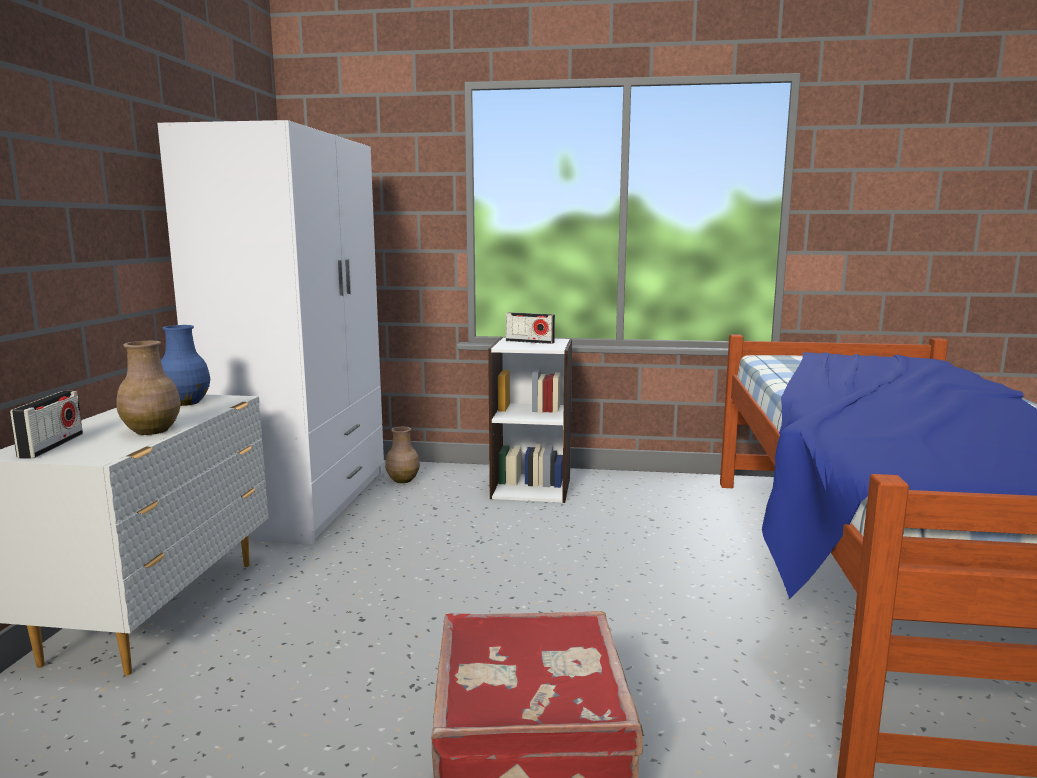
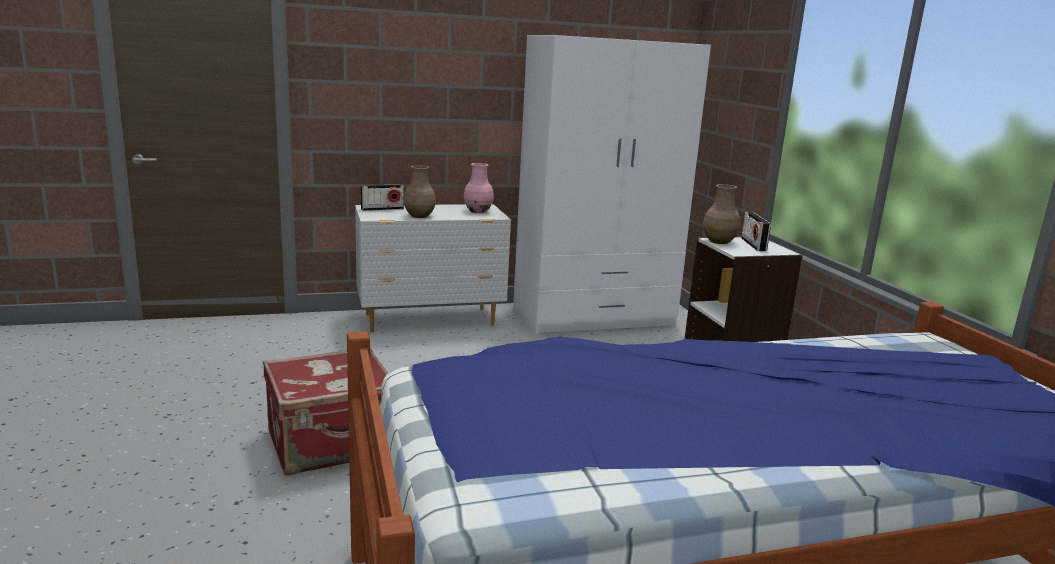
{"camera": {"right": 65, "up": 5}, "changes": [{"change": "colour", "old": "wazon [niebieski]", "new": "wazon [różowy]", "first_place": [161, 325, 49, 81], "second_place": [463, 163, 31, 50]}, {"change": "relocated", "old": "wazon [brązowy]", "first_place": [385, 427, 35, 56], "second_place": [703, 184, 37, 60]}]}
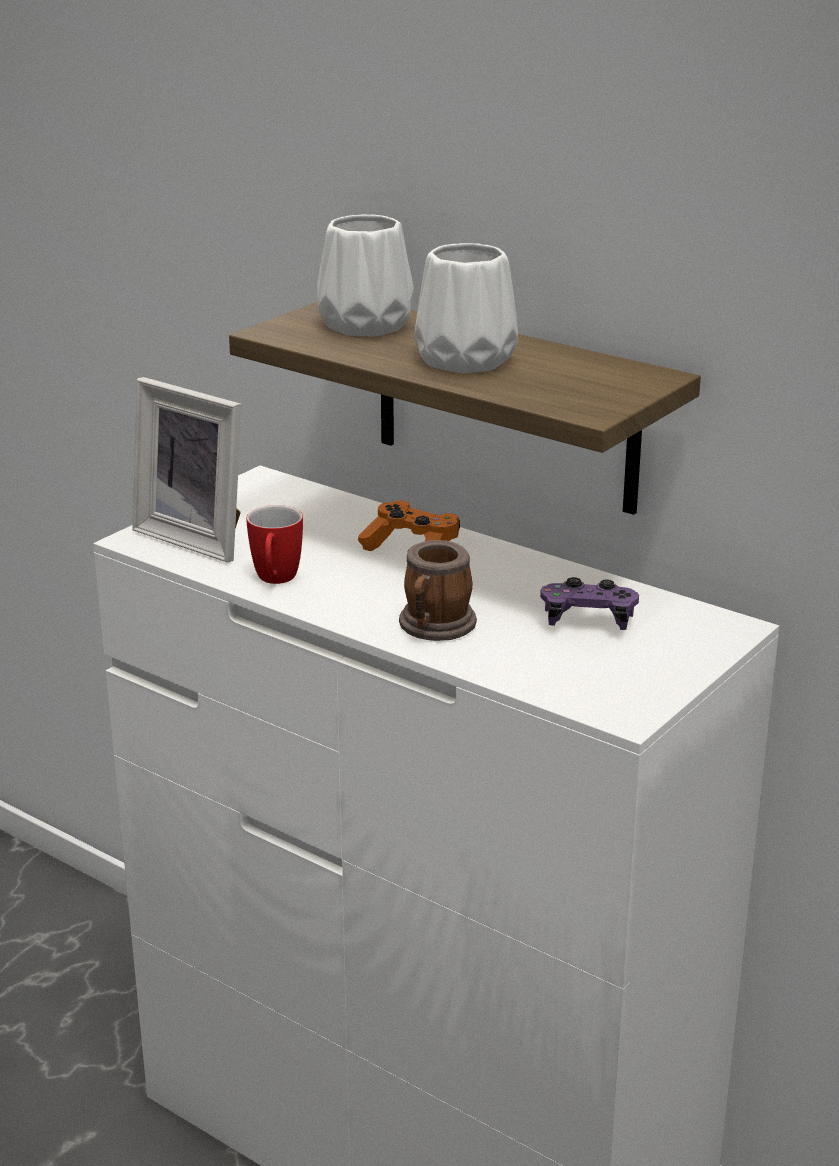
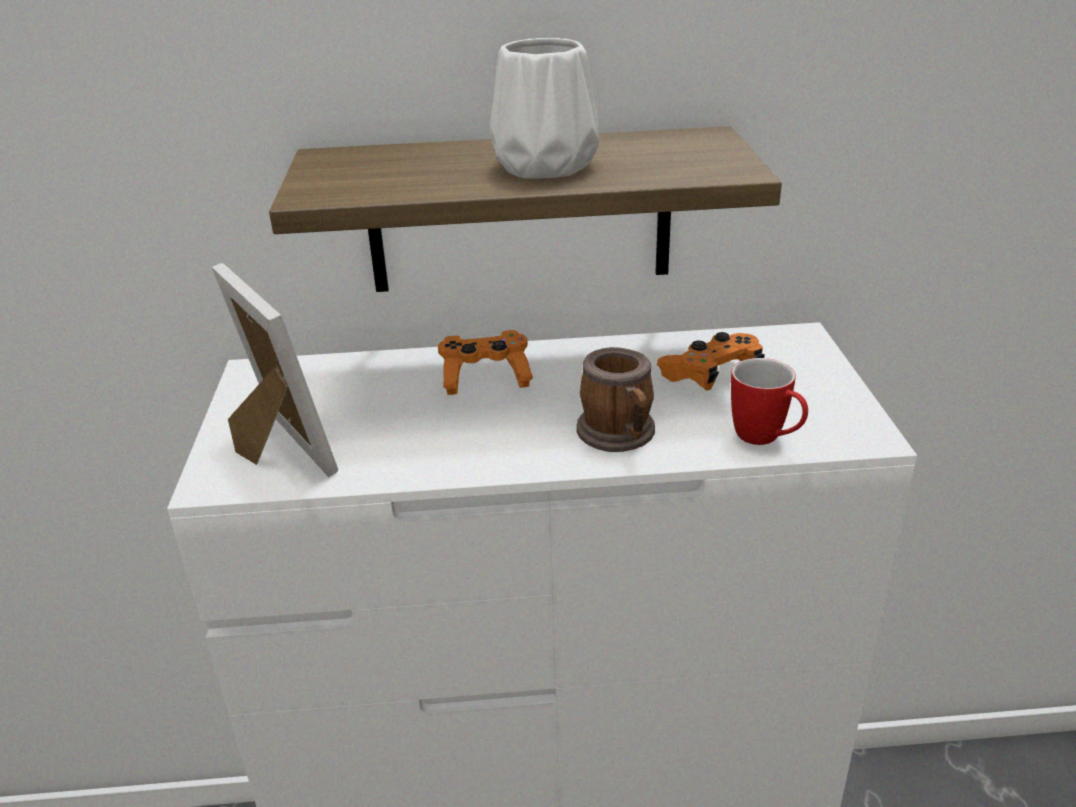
{"camera": {"right": -40, "up": 5}, "changes": [{"change": "spun", "old": "ramka na zdjęcie", "first_place": [132, 377, 110, 186], "second_place": [212, 263, 126, 214], "degrees": -120}, {"change": "relocated", "old": "kubek", "first_place": [246, 505, 57, 79], "second_place": [731, 358, 77, 87]}, {"change": "missing", "old": "wazon [biały]", "first_place": [317, 214, 97, 122]}, {"change": "colour", "old": "pad do gier [fioletowy]", "new": "pad do gier [pomarańczowy]", "first_place": [540, 577, 99, 53], "second_place": [657, 332, 108, 59]}]}
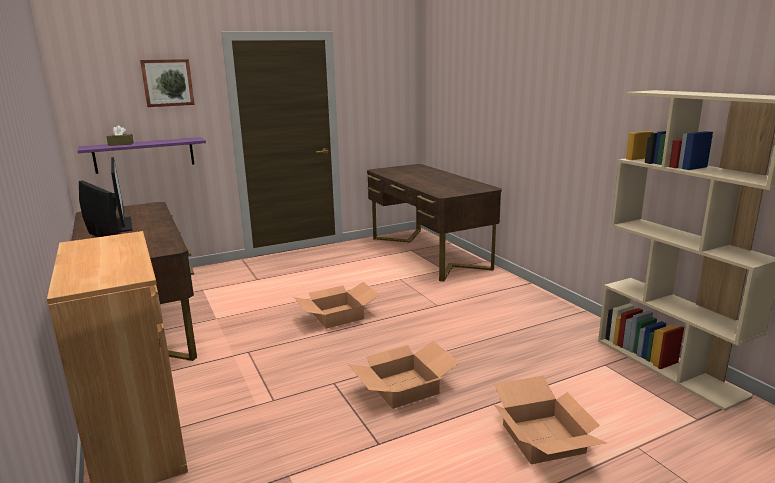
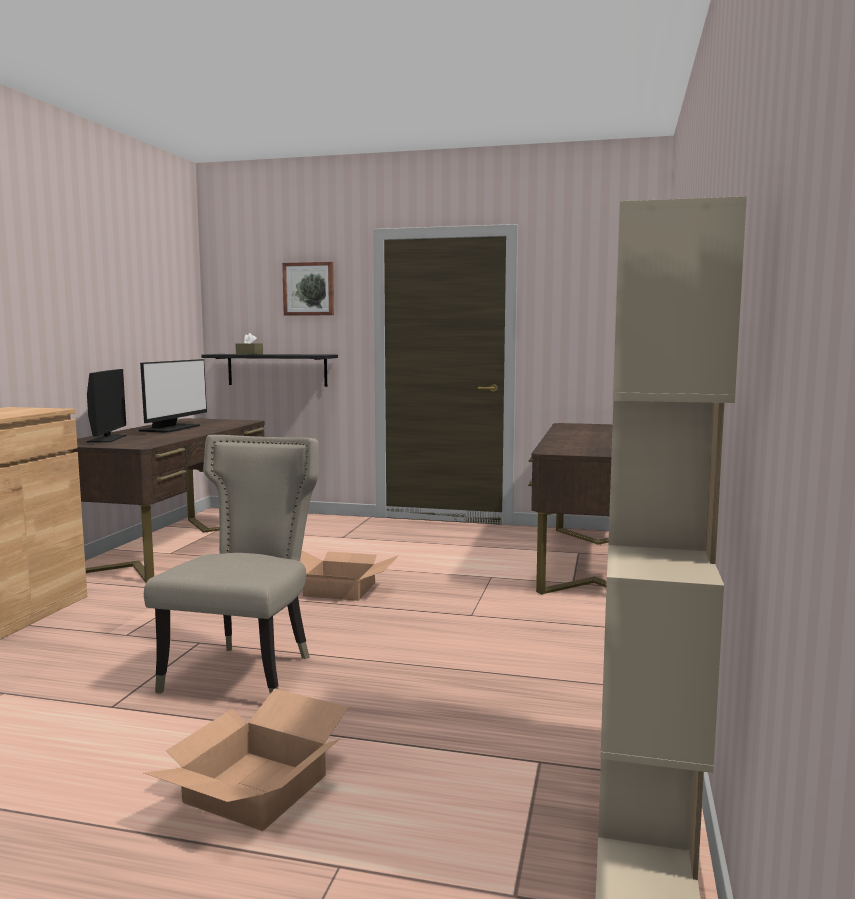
{"camera": {"right": 40, "up": -10}, "changes": [{"change": "colour", "old": "półka [fioletowy]", "new": "półka [czarny]", "first_place": [77, 137, 129, 37], "second_place": [201, 354, 137, 33]}, {"change": "exchanged", "old": "karton", "new": "krzesło [beżowy]", "first_place": [348, 341, 112, 68], "second_place": [144, 435, 174, 259]}]}
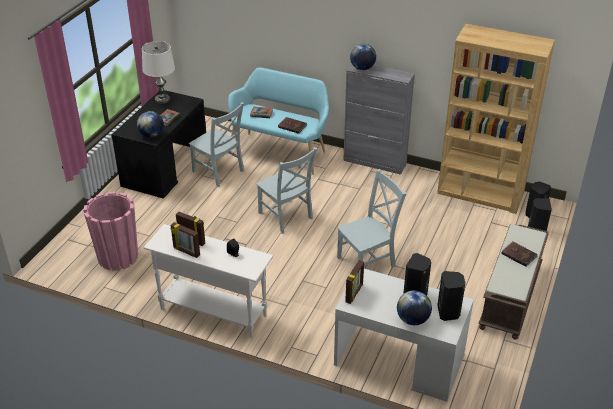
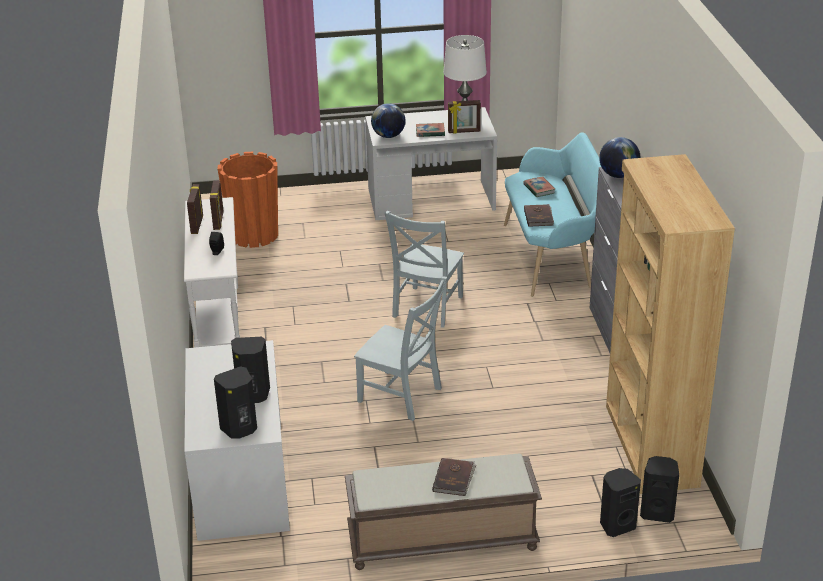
{"camera": {"right": 60, "up": -5}, "changes": [{"change": "colour", "old": "donica [różowy]", "new": "donica [pomarańczowy]", "first_place": [83, 192, 55, 79], "second_place": [217, 152, 61, 96]}, {"change": "colour", "old": "biurko [czarny]", "new": "biurko [biały]", "first_place": [112, 90, 94, 109], "second_place": [365, 107, 132, 113]}, {"change": "missing", "old": "krzesło [szary]", "first_place": [189, 102, 55, 85]}, {"change": "relocated", "old": "ramka na zdjęcie", "first_place": [345, 260, 19, 44], "second_place": [448, 100, 33, 34]}, {"change": "missing", "old": "globus", "first_place": [397, 290, 35, 35]}]}
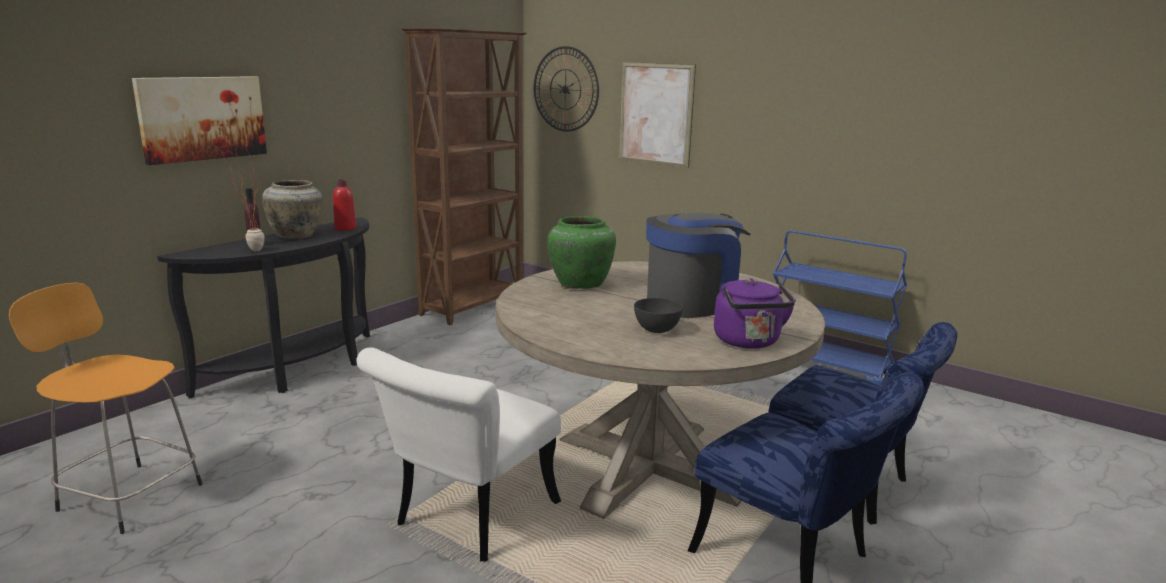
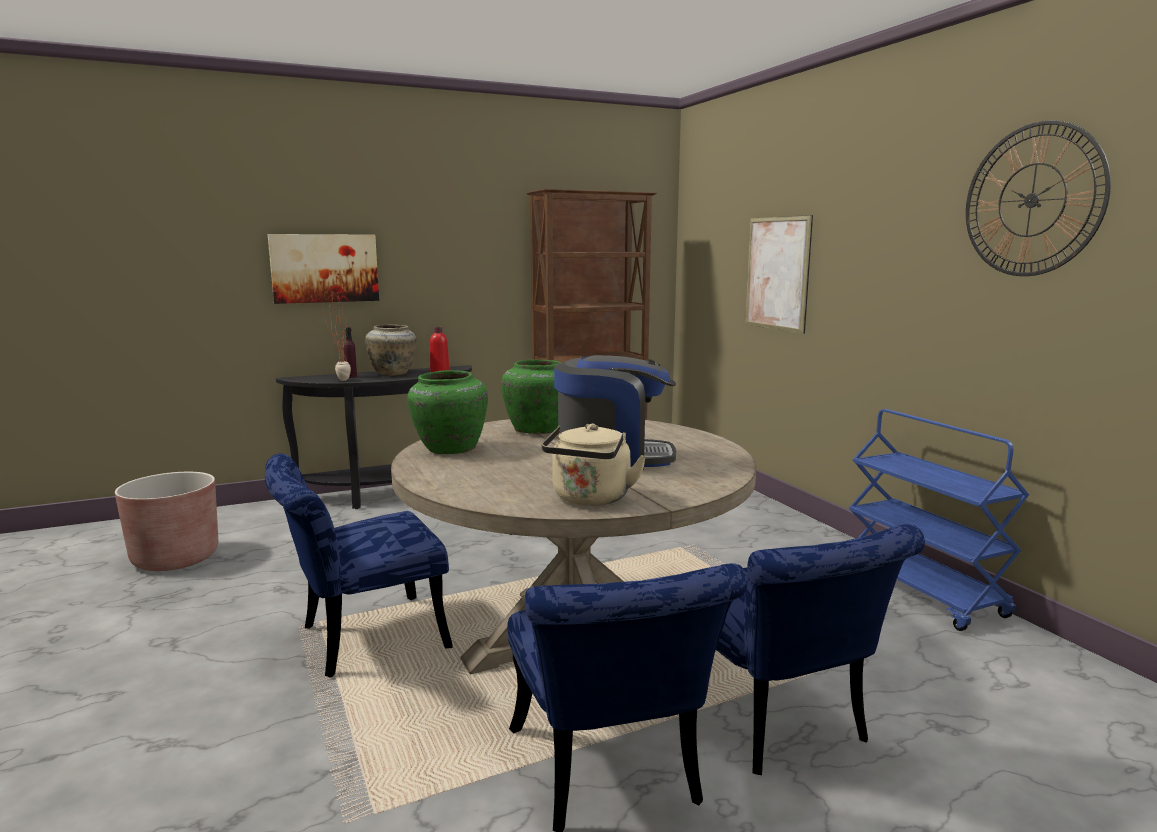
{"camera": {"right": 30, "up": -5}, "changes": [{"change": "exchanged", "old": "stołek [pomarańczowy]", "new": "donica [brązowy]", "first_place": [9, 283, 194, 251], "second_place": [115, 472, 103, 99]}, {"change": "colour", "old": "krzesło [biały]", "new": "krzesło [niebieski]", "first_place": [356, 348, 205, 214], "second_place": [265, 453, 188, 224]}, {"change": "relocated", "old": "zegar ścienny", "first_place": [534, 46, 65, 86], "second_place": [966, 120, 145, 156]}, {"change": "missing", "old": "miska [szary]", "first_place": [634, 298, 49, 35]}, {"change": "colour", "old": "czajnik [fioletowy]", "new": "czajnik [beżowy]", "first_place": [714, 278, 82, 71], "second_place": [542, 424, 104, 82]}, {"change": "appeared", "new": "wazon [zielony]", "second_place": [407, 370, 81, 84]}]}
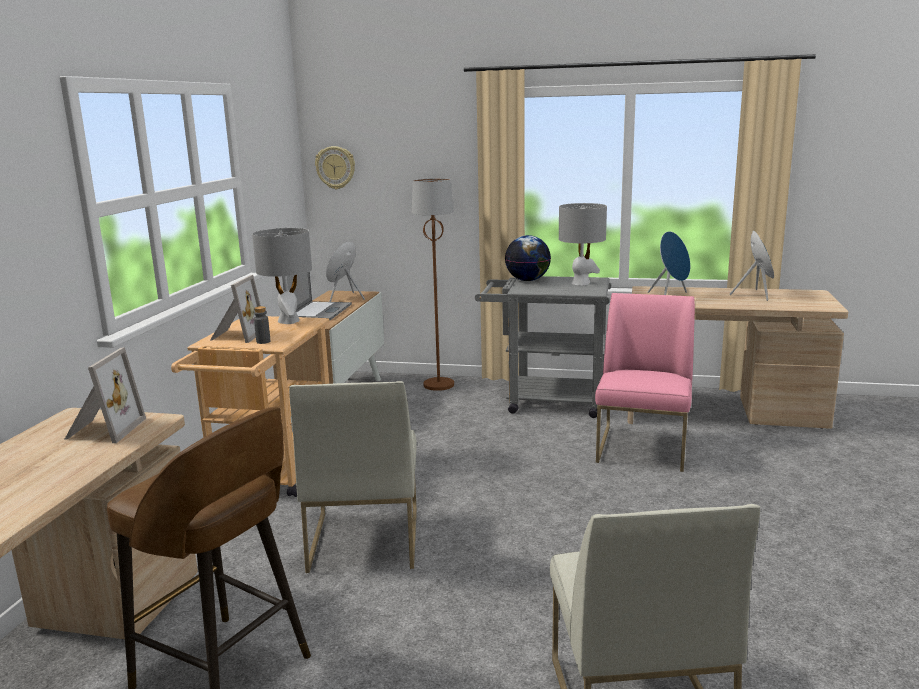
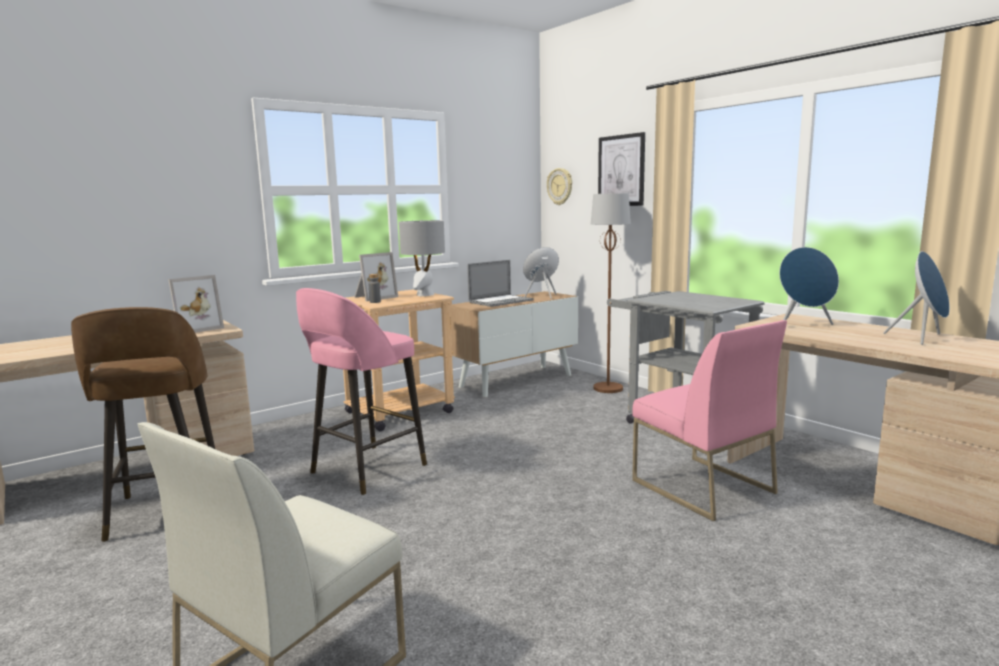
{"camera": {"right": 40, "up": -5}, "changes": [{"change": "exchanged", "old": "krzesło [biały]", "new": "stołek [różowy]", "first_place": [289, 381, 128, 192], "second_place": [296, 288, 131, 207]}, {"change": "missing", "old": "globus", "first_place": [505, 235, 46, 46]}, {"change": "missing", "old": "lampa stołowa [szary]", "first_place": [559, 203, 48, 83]}, {"change": "spun", "old": "krzesło [różowy]", "first_place": [595, 293, 100, 179], "second_place": [632, 320, 155, 201], "degrees": 90}, {"change": "appeared", "new": "obraz", "second_place": [598, 132, 47, 74]}]}
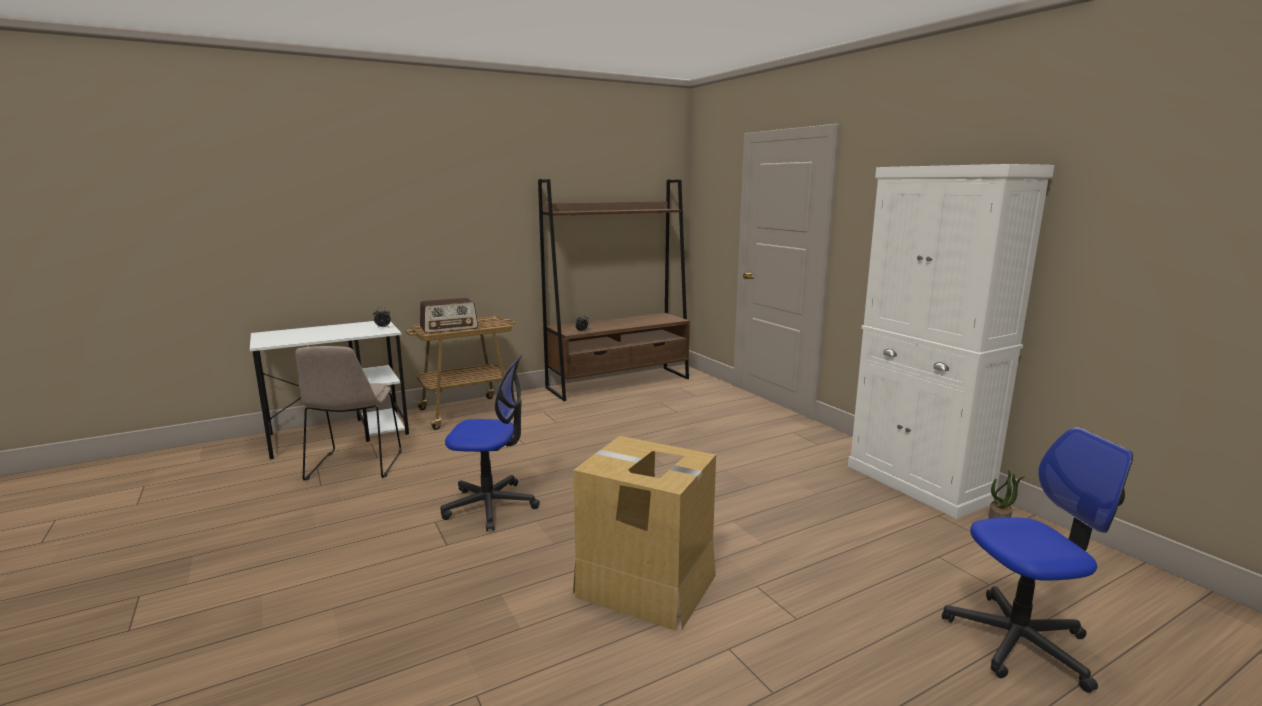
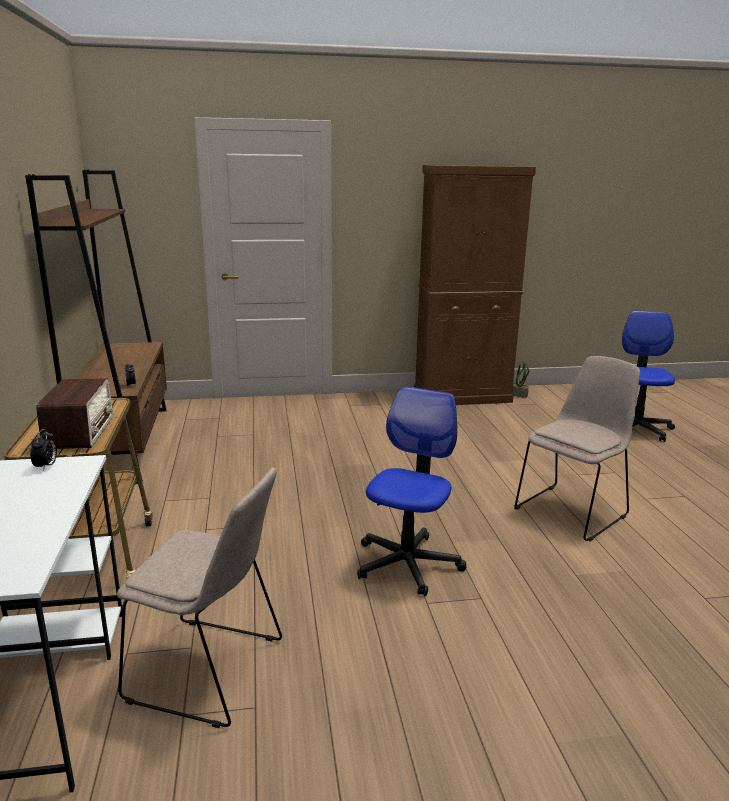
{"camera": {"right": -70, "up": 5}, "changes": [{"change": "exchanged", "old": "karton", "new": "krzesło [beżowy]", "first_place": [573, 436, 143, 195], "second_place": [514, 356, 126, 185]}, {"change": "colour", "old": "szafka [biały]", "new": "szafka [brązowy]", "first_place": [848, 164, 206, 355], "second_place": [414, 165, 122, 240]}]}
